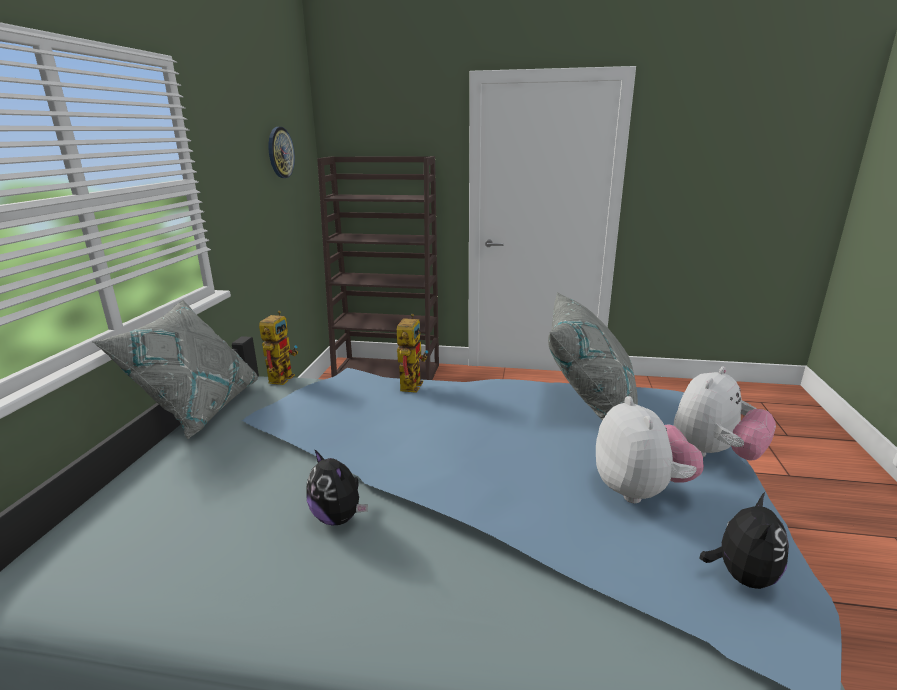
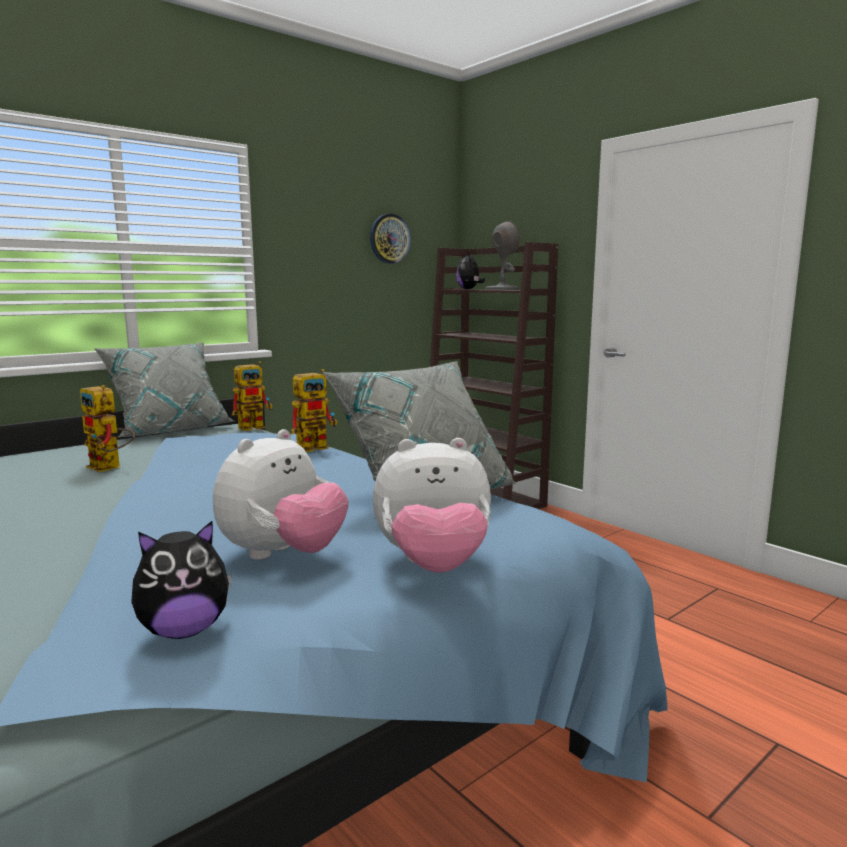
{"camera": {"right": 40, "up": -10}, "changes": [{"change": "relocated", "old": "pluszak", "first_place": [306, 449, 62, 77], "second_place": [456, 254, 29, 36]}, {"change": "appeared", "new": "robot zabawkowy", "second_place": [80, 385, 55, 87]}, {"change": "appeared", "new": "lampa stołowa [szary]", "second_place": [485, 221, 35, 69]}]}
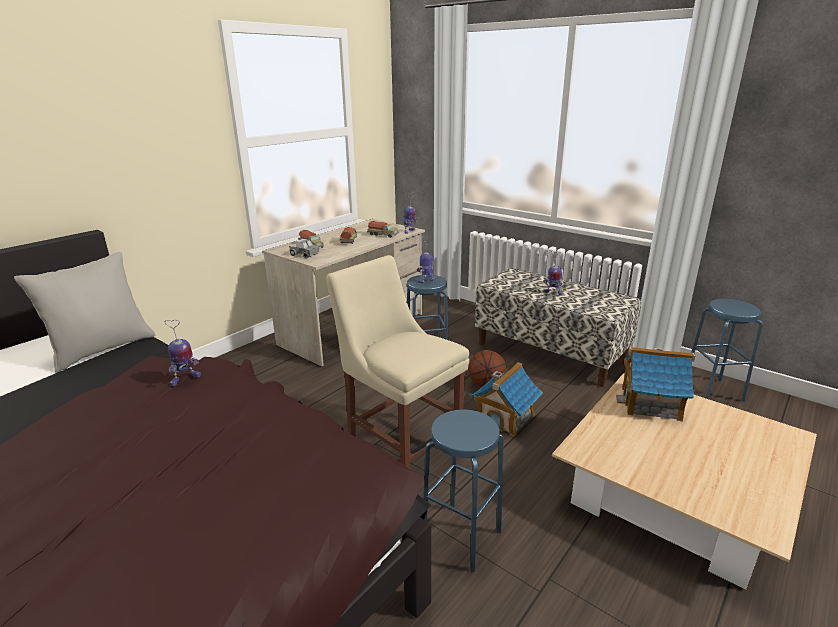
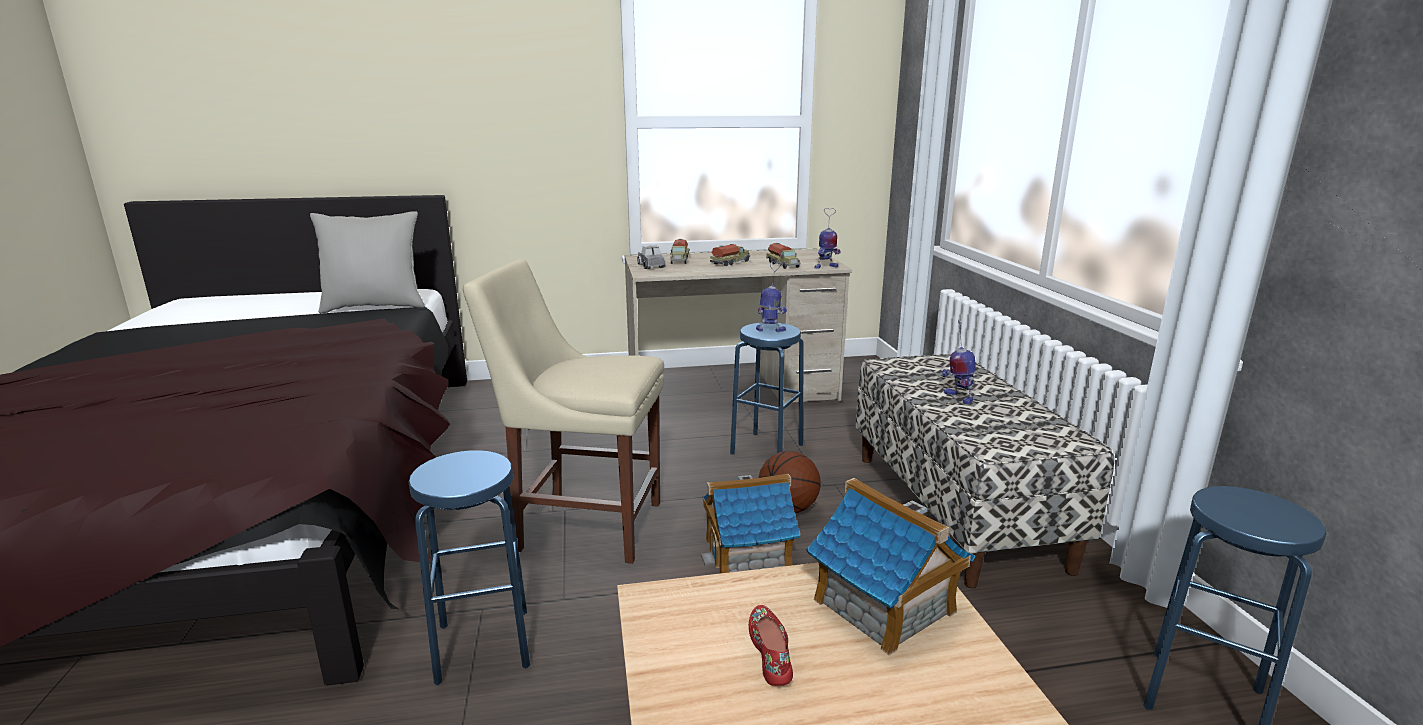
{"camera": {"right": 40, "up": -5}, "changes": [{"change": "missing", "old": "robot zabawkowy", "first_place": [165, 320, 36, 66]}, {"change": "spun", "old": "krzesło [beżowy]", "first_place": [326, 255, 143, 214], "second_place": [463, 259, 201, 305], "degrees": -75}, {"change": "appeared", "new": "but [czerwony]", "second_place": [749, 605, 44, 81]}]}
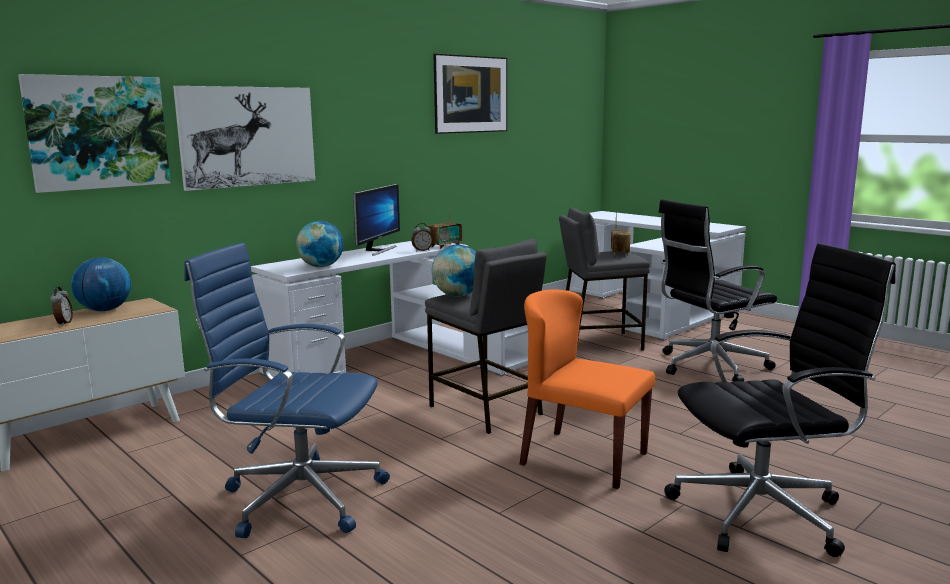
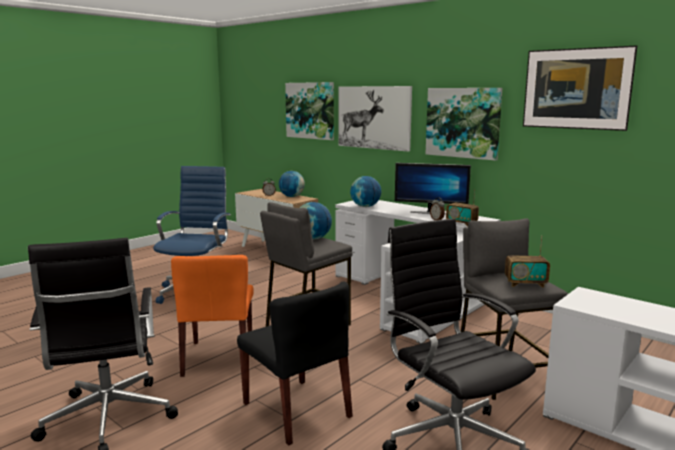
{"camera": {"right": 85, "up": 0}, "changes": [{"change": "spun", "old": "krzesło [pomarańczowy]", "first_place": [519, 289, 136, 200], "second_place": [171, 255, 83, 122], "degrees": 150}, {"change": "appeared", "new": "krzesło [czarny]", "second_place": [237, 281, 116, 165]}, {"change": "appeared", "new": "obraz", "second_place": [426, 88, 76, 73]}]}
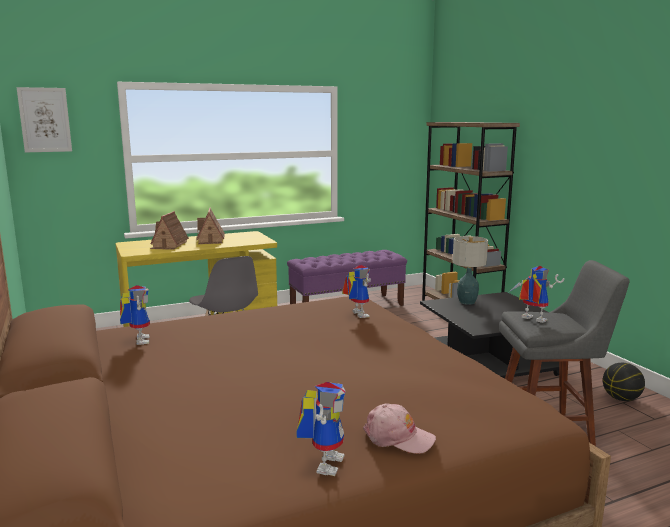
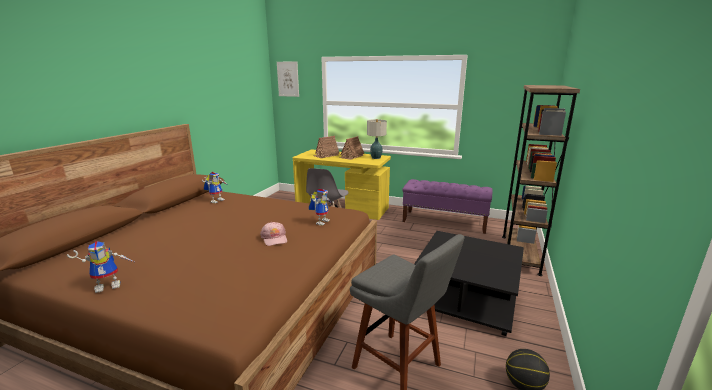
{"camera": {"right": 45, "up": 5}, "changes": [{"change": "relocated", "old": "czapka z daszkiem [różowy]", "first_place": [363, 404, 73, 50], "second_place": [260, 222, 27, 24]}, {"change": "relocated", "old": "lampa stołowa", "first_place": [452, 236, 36, 69], "second_place": [367, 119, 20, 40]}, {"change": "missing", "old": "robot zabawkowy", "first_place": [509, 266, 55, 57]}]}
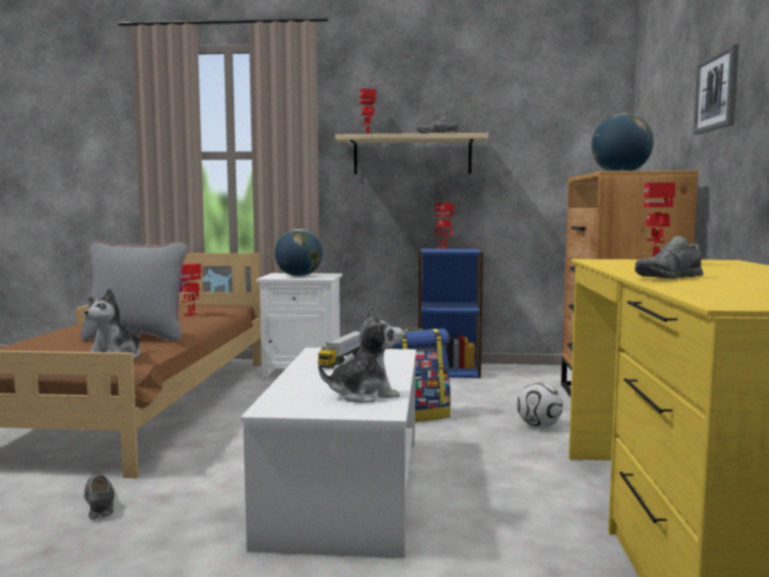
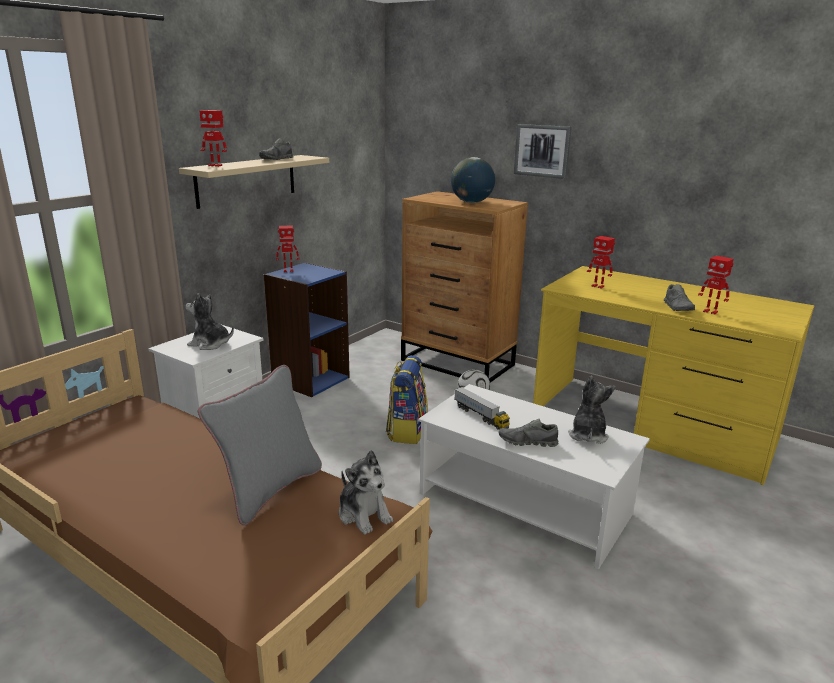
{"camera": {"right": -60, "up": 15}, "changes": [{"change": "relocated", "old": "but [szary]", "first_place": [84, 475, 31, 44], "second_place": [499, 419, 60, 28]}, {"change": "relocated", "old": "robot zabawkowy", "first_place": [181, 263, 20, 53], "second_place": [698, 256, 35, 59]}, {"change": "exchanged", "old": "globus", "new": "pluszak", "first_place": [275, 229, 48, 48], "second_place": [185, 293, 49, 57]}]}
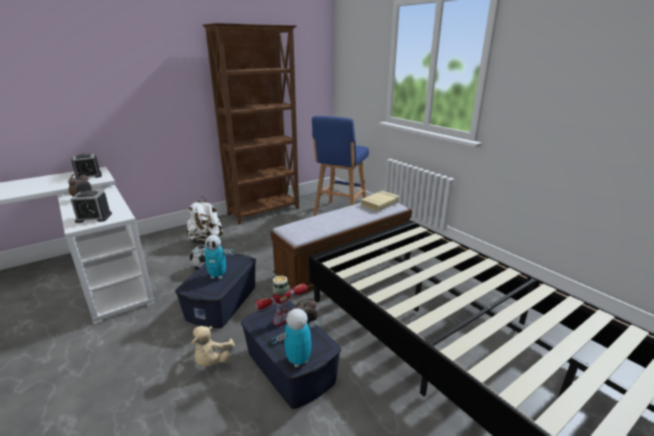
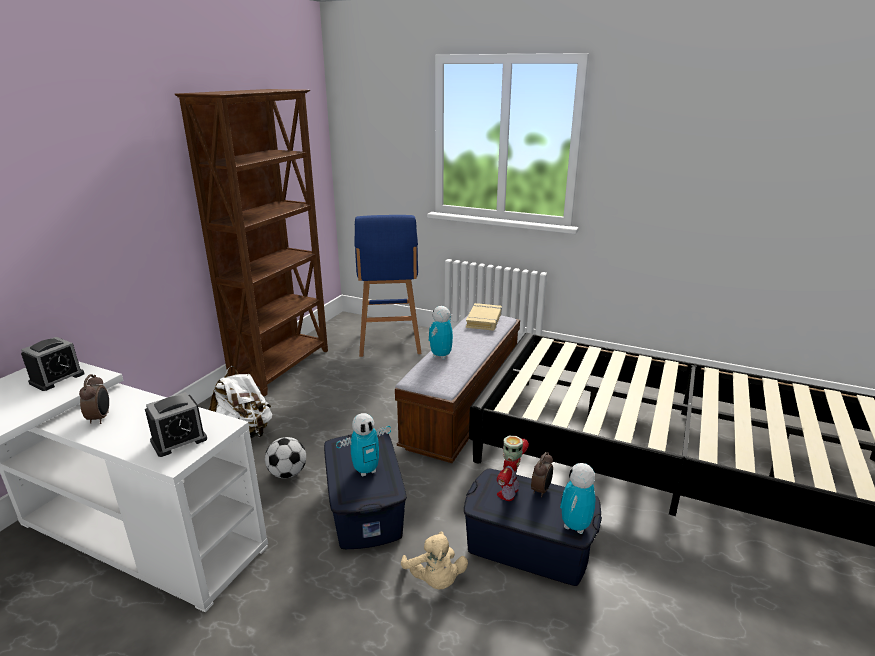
{"camera": {"right": -30, "up": 0}, "changes": [{"change": "appeared", "new": "robot zabawkowy", "second_place": [429, 306, 24, 53]}]}
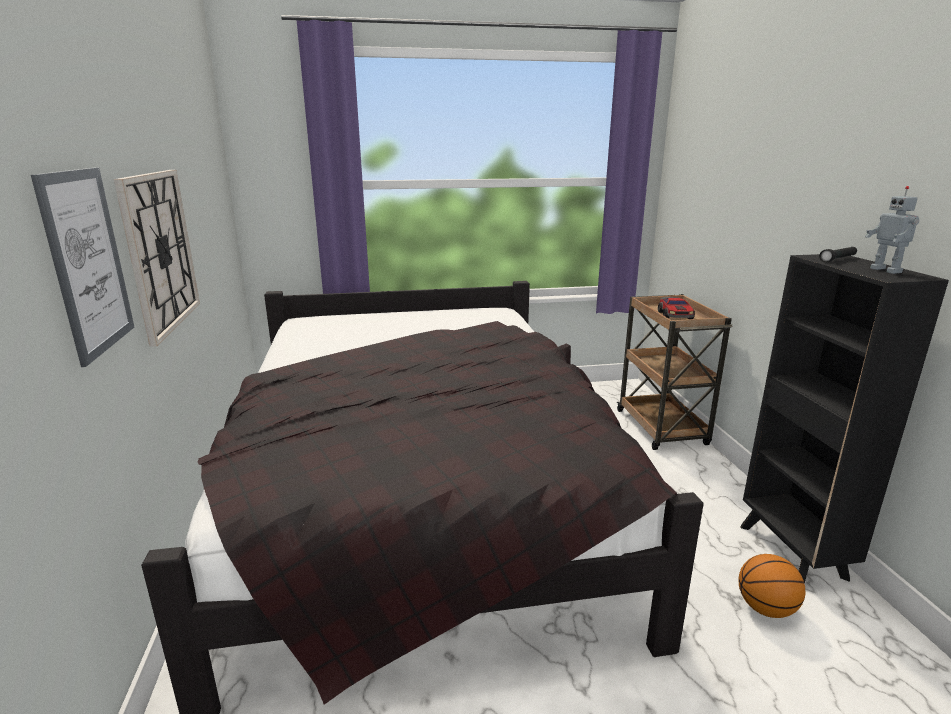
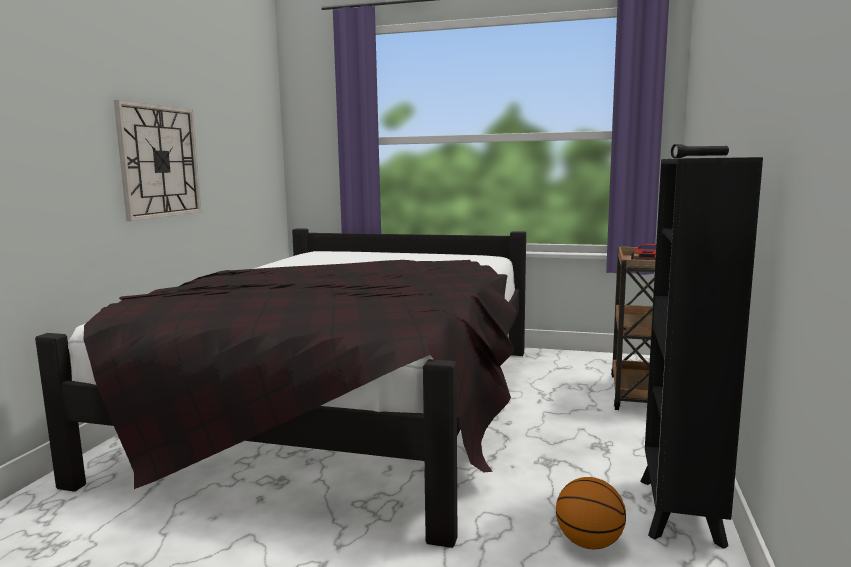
{"camera": {"right": 25, "up": -10}, "changes": [{"change": "missing", "old": "obraz", "first_place": [31, 167, 103, 200]}, {"change": "missing", "old": "robot zabawkowy", "first_place": [865, 186, 54, 88]}]}
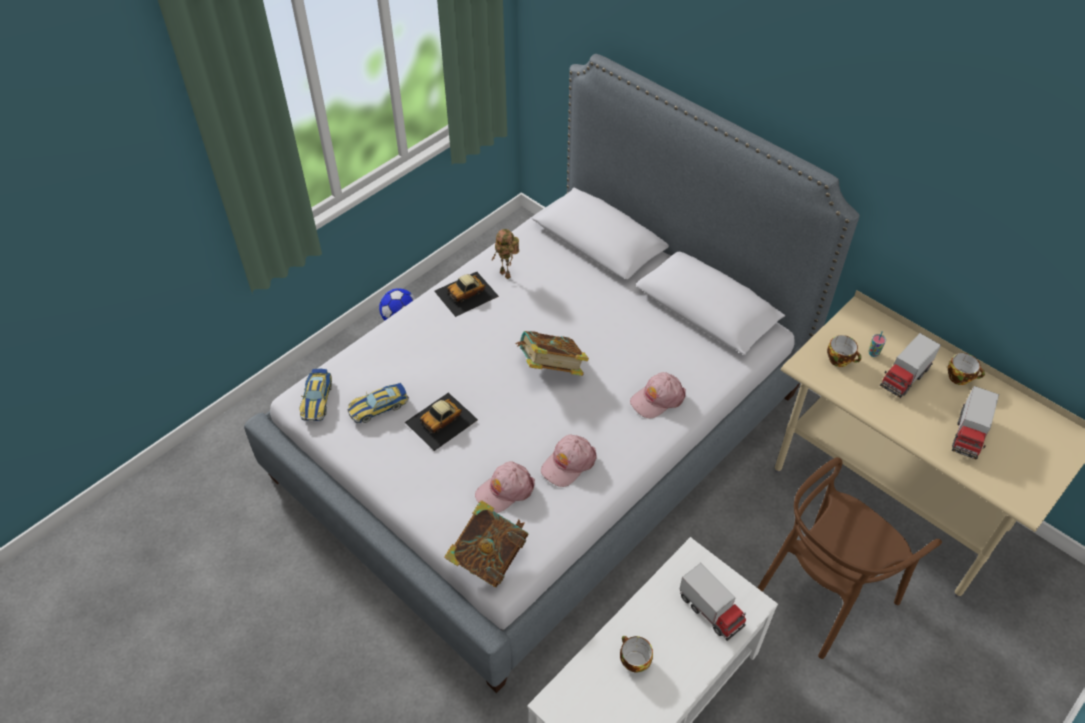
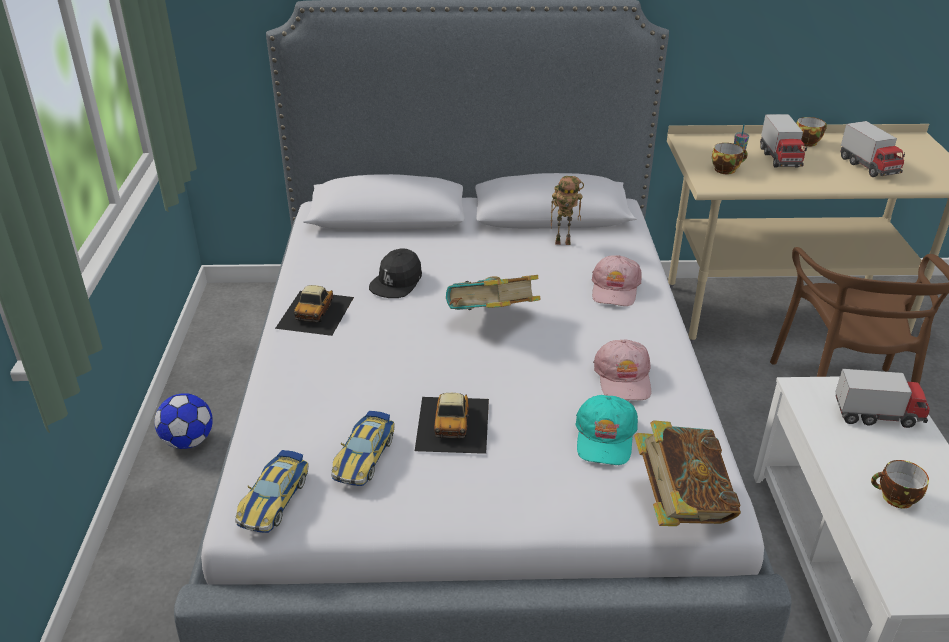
{"camera": {"right": -45, "up": -15}, "changes": [{"change": "spun", "old": "samochodzik", "first_place": [300, 368, 32, 53], "second_place": [235, 450, 74, 83], "degrees": 60}, {"change": "colour", "old": "czapka z daszkiem [różowy]", "new": "czapka z daszkiem [turkusowy]", "first_place": [475, 461, 60, 52], "second_place": [576, 395, 62, 70]}, {"change": "relocated", "old": "robot zabawkowy", "first_place": [492, 229, 27, 50], "second_place": [550, 176, 34, 69]}, {"change": "appeared", "new": "czapka z daszkiem [czarny]", "second_place": [369, 248, 53, 50]}]}
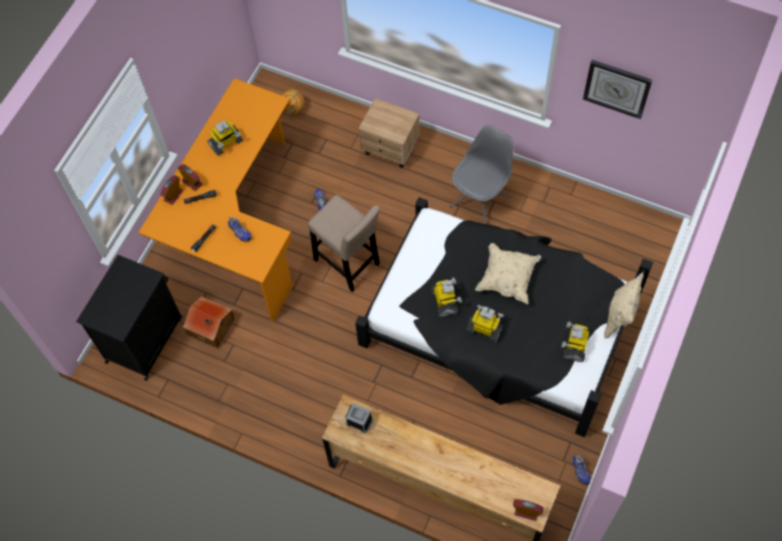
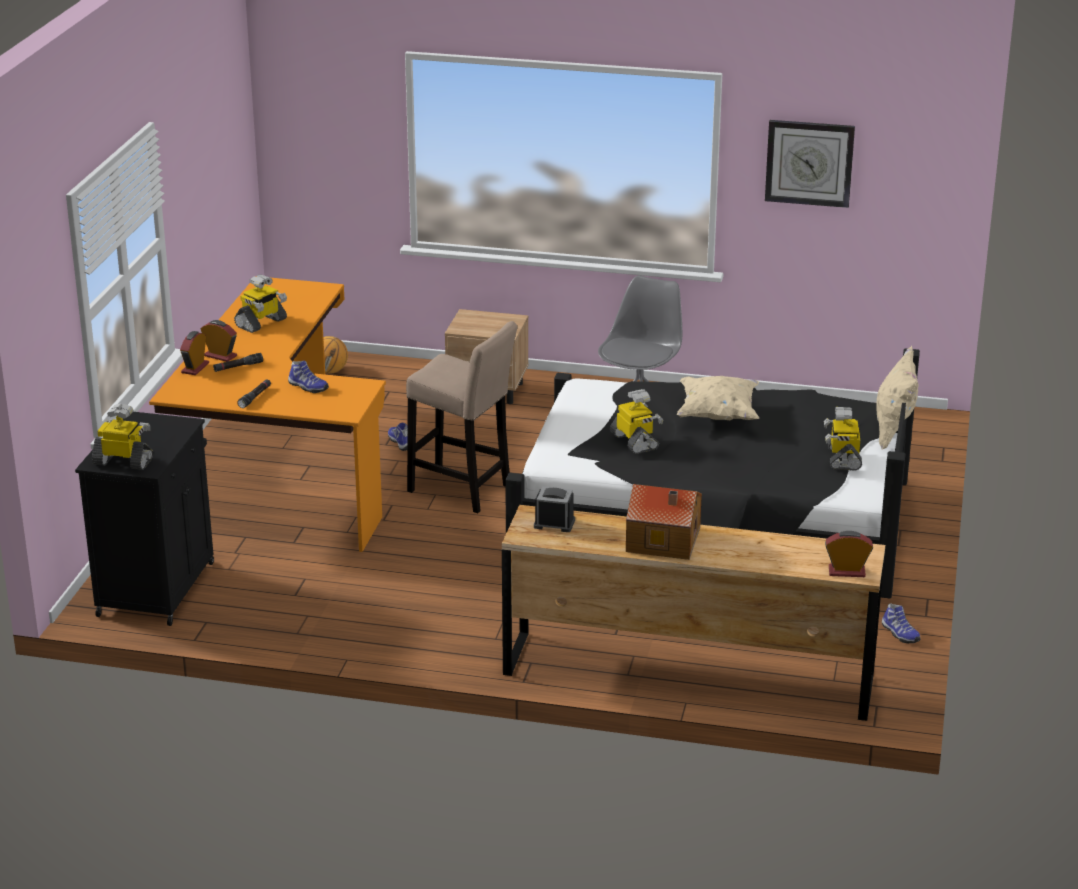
{"camera": {"right": -15, "up": -35}, "changes": [{"change": "relocated", "old": "domek", "first_place": [183, 296, 52, 52], "second_place": [626, 484, 76, 76]}, {"change": "relocated", "old": "robot zabawkowy", "first_place": [466, 305, 38, 38], "second_place": [92, 403, 61, 67]}]}
